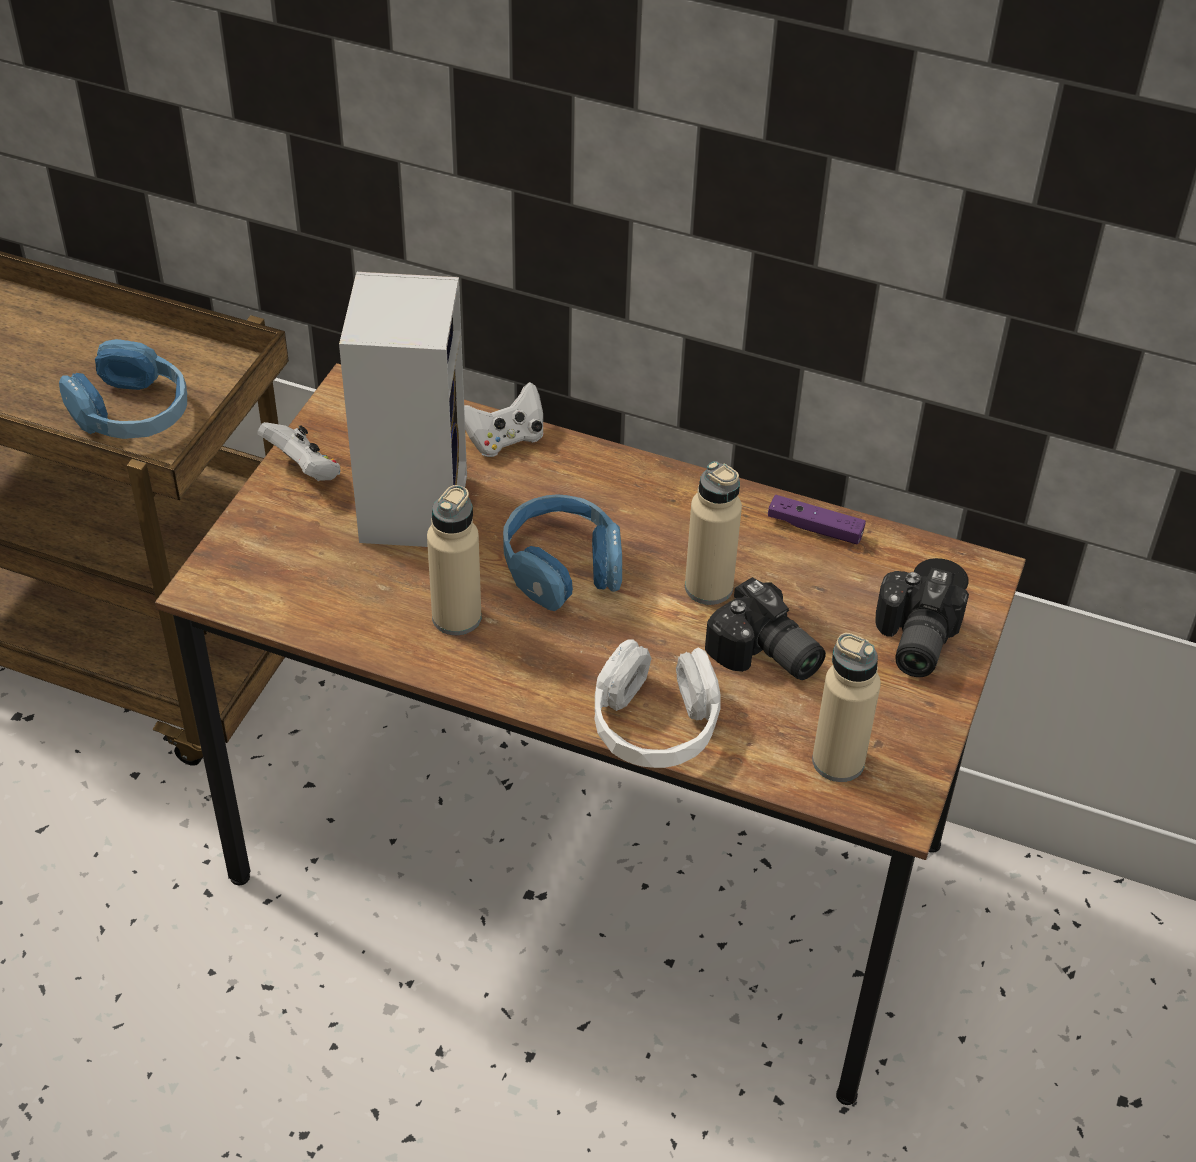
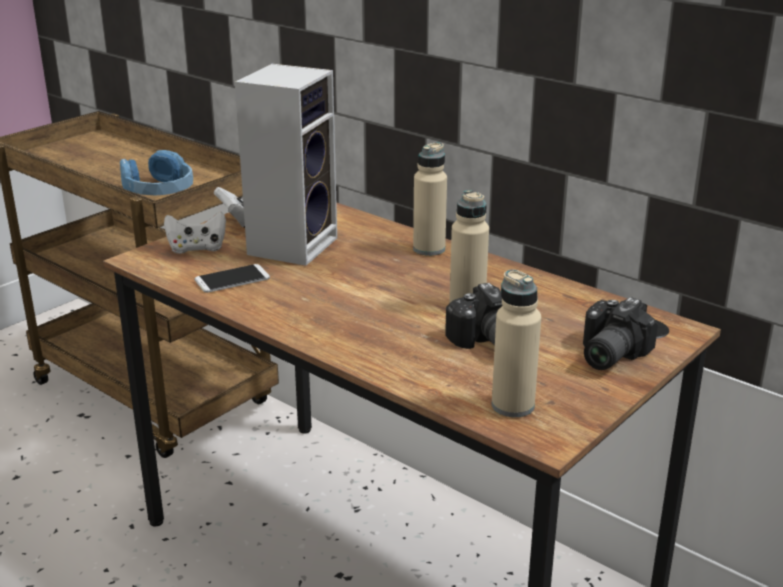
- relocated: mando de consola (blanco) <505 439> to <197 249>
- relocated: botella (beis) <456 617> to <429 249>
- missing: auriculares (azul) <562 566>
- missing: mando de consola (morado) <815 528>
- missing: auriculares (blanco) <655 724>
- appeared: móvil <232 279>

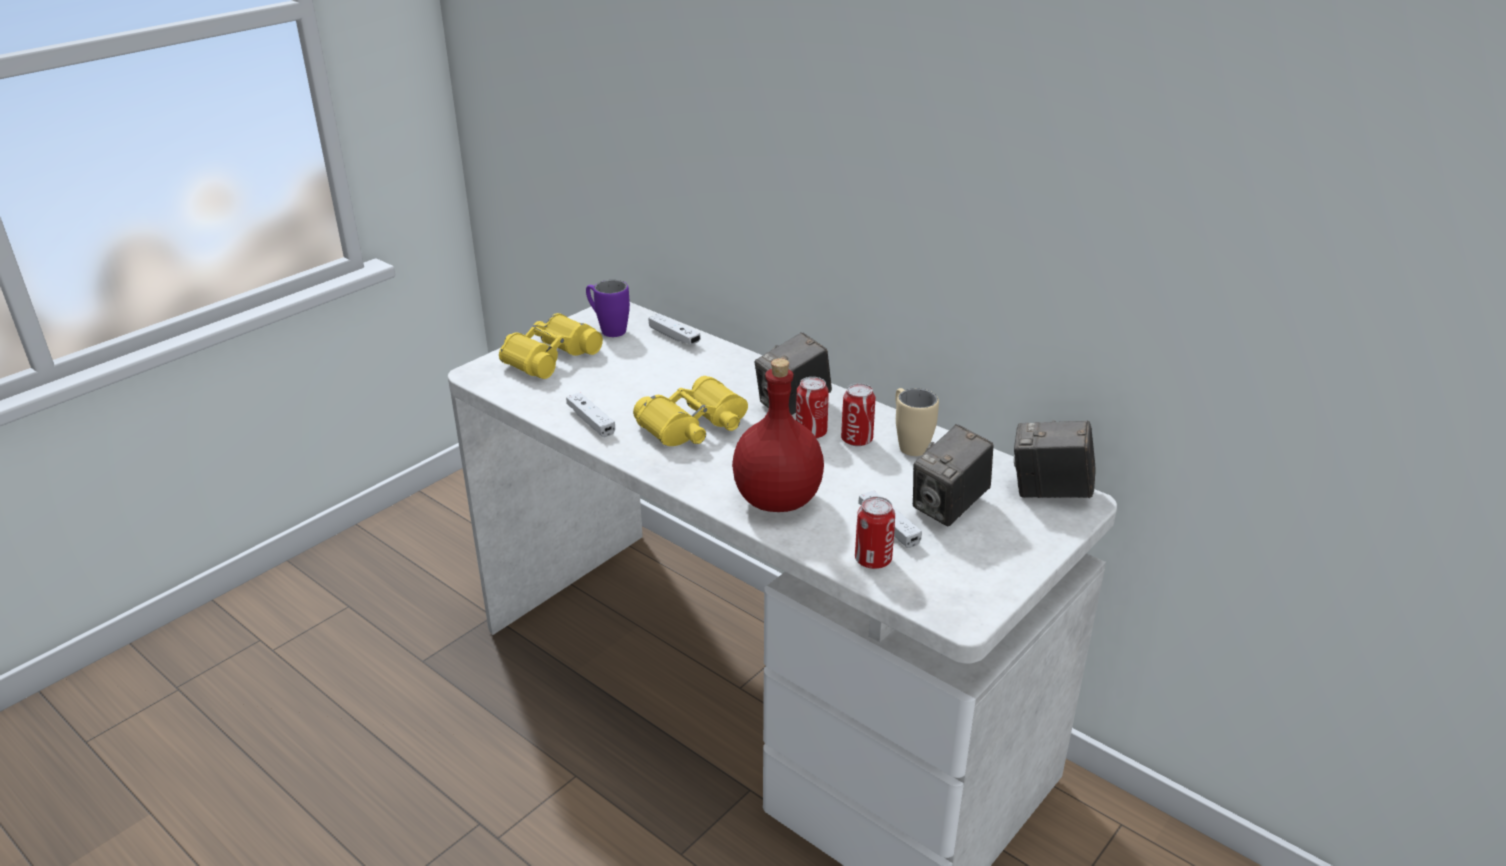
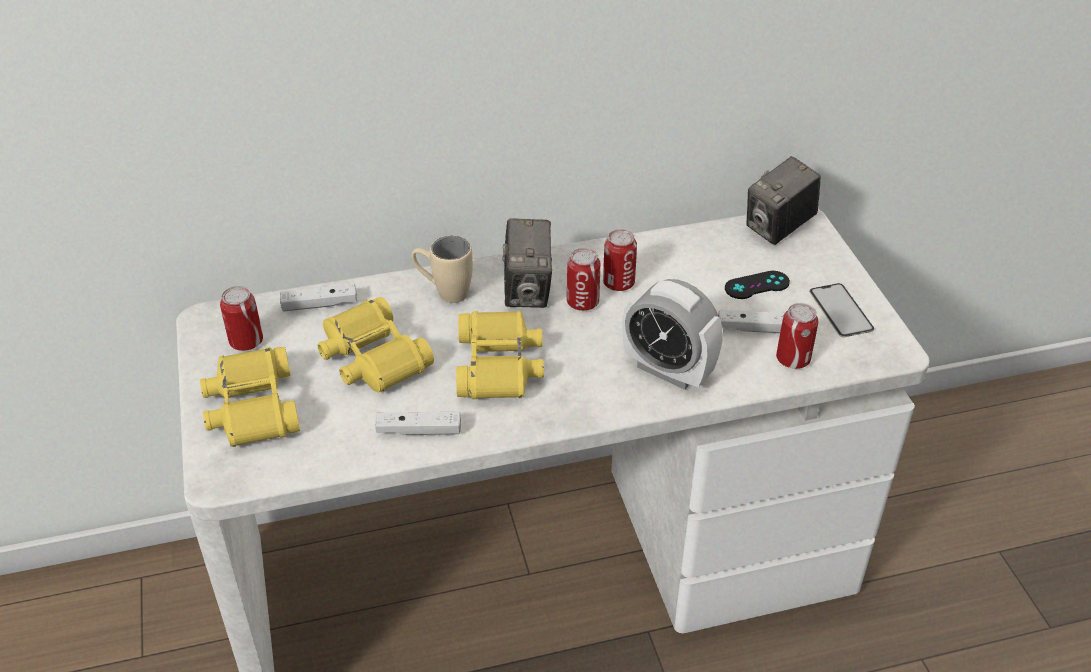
- exchanged: taza grande (morado) <607 329> to lata <246 342>
- exchanged: botella (rojo) <779 500> to despertador <668 370>
- relocated: taza grande (beis) <908 443> to <444 292>
- exchanged: cámara <949 507> to mando de consola (negro) <757 285>
- appeared: móvil <841 310>
- appeared: prismáticos (amarillo) <372 358>

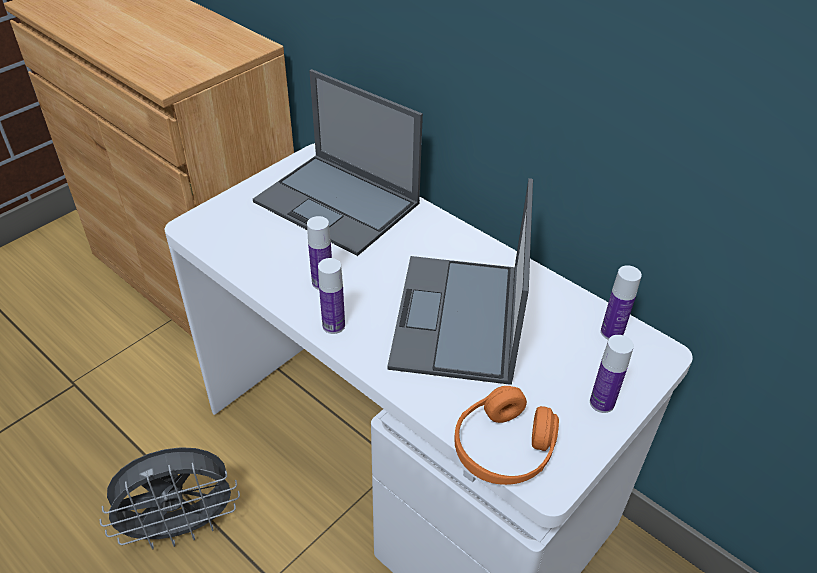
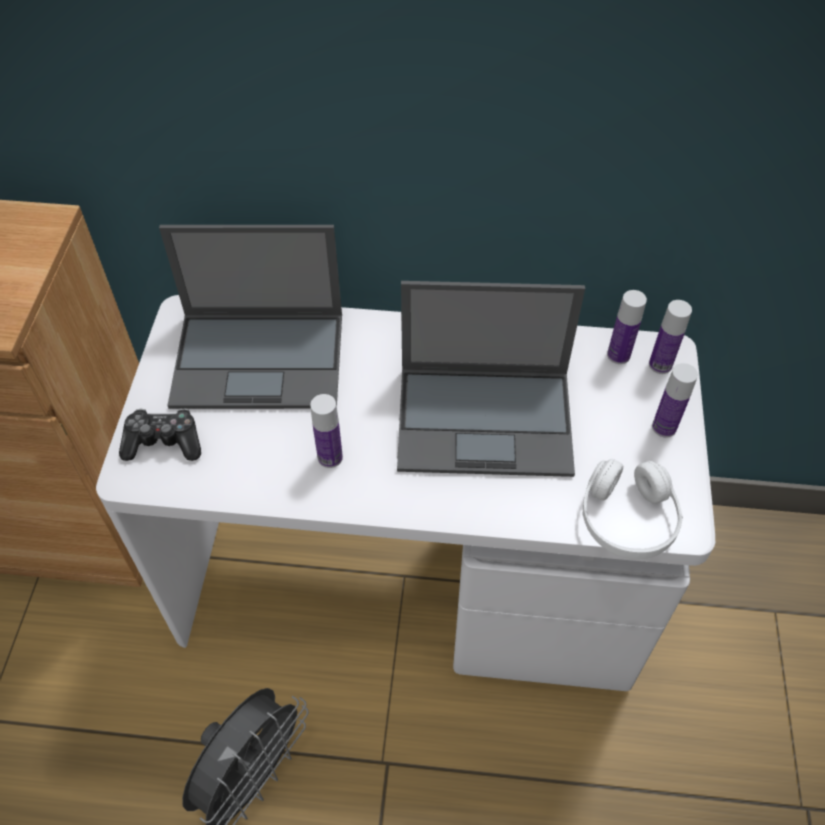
- spun: portátil <458 319> = <487 420> 60 degrees counterclockwise
- relocated: botella <333 325> to <660 365>
- colour: auriculares (naranja) <503 448> to auriculares (blanco) <627 519>
- appeared: mando de consola <164 442>

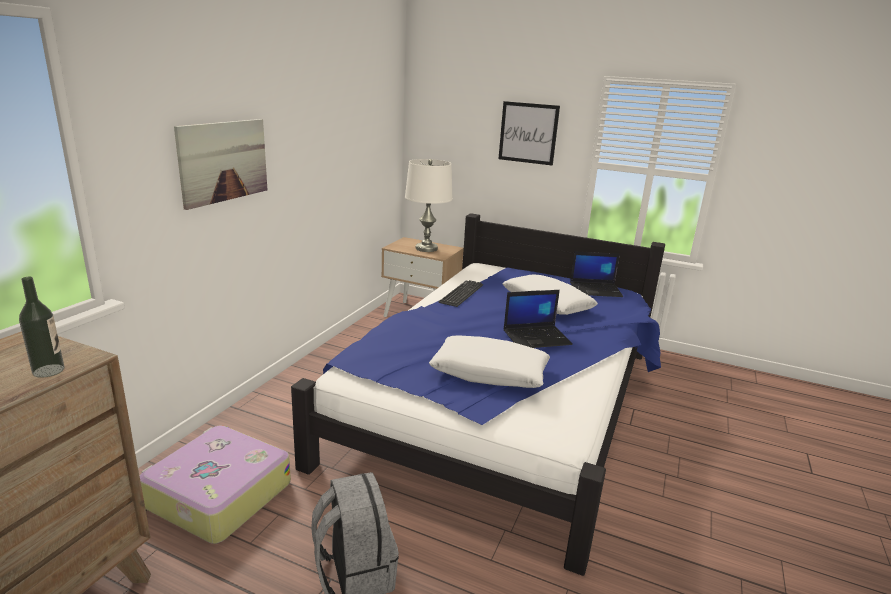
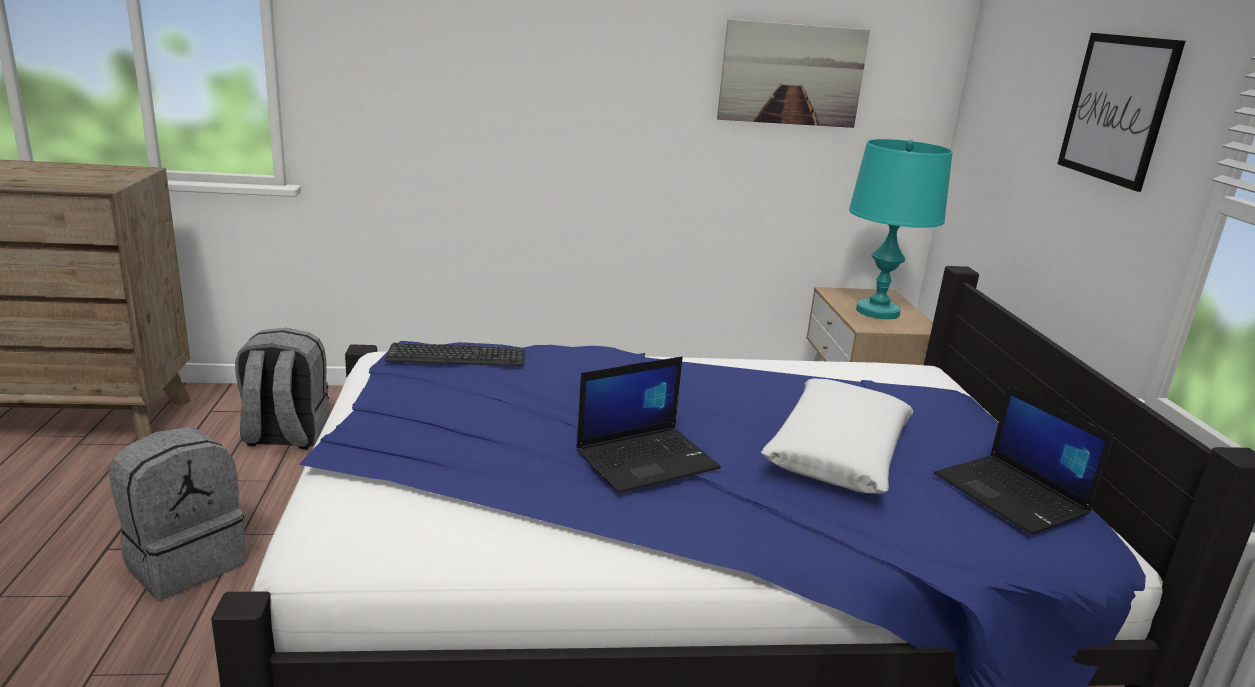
- relocated: cuadro <224 161> to <791 74>
- colour: lámpara de mesa (blanco) <426 248> to lámpara de mesa (turquesa) <877 311>
- missing: botella <48 370>
- relocated: teclado <461 294> to <456 357>
- spun: portátil <537 337> = <647 459> 75 degrees counterclockwise
- missing: cojín (blanco) <489 373>
- exchanged: maleta <217 495> to mochila (gris) <285 436>

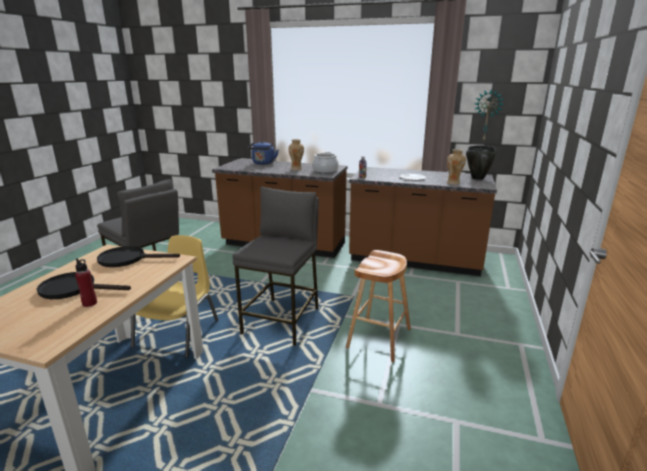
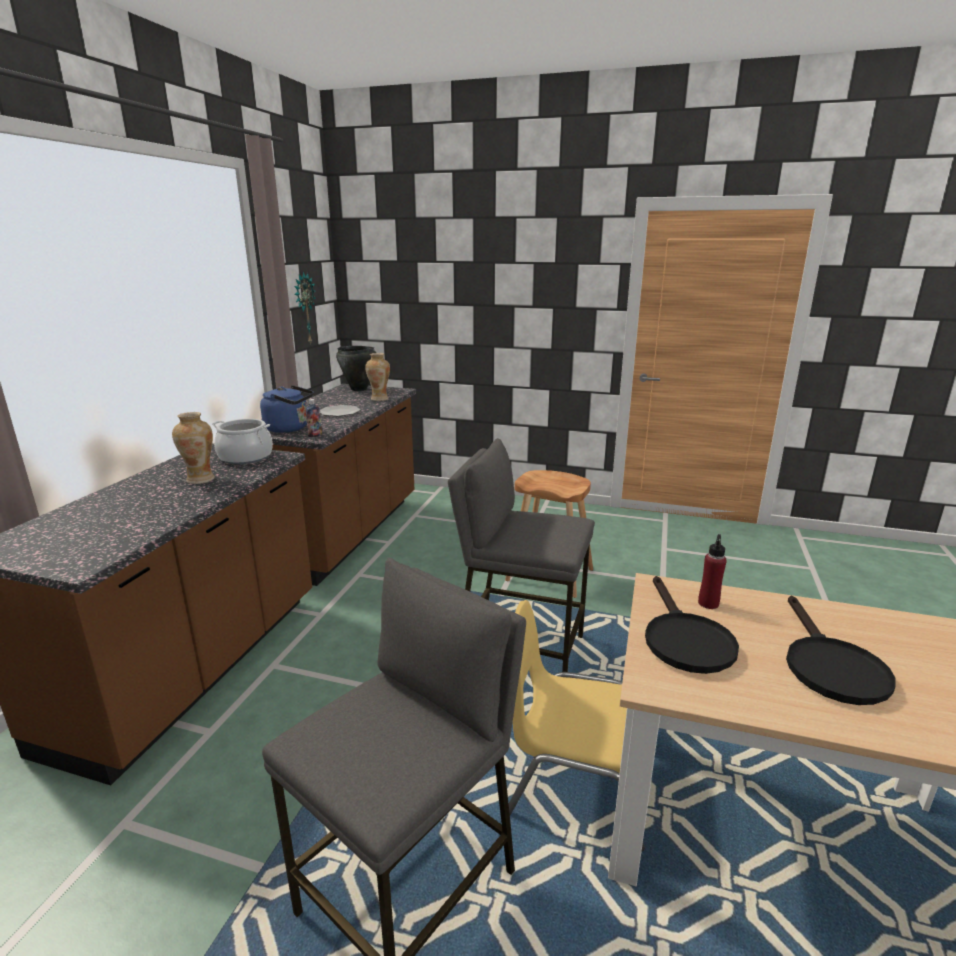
- relocated: hervidor (azul) <263 163> to <289 428>
- relocated: botella (rojo) <89 303> to <708 603>

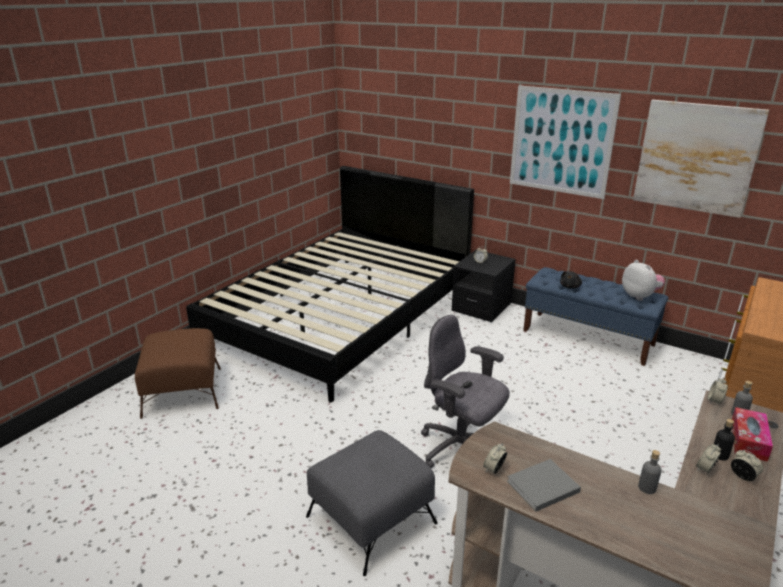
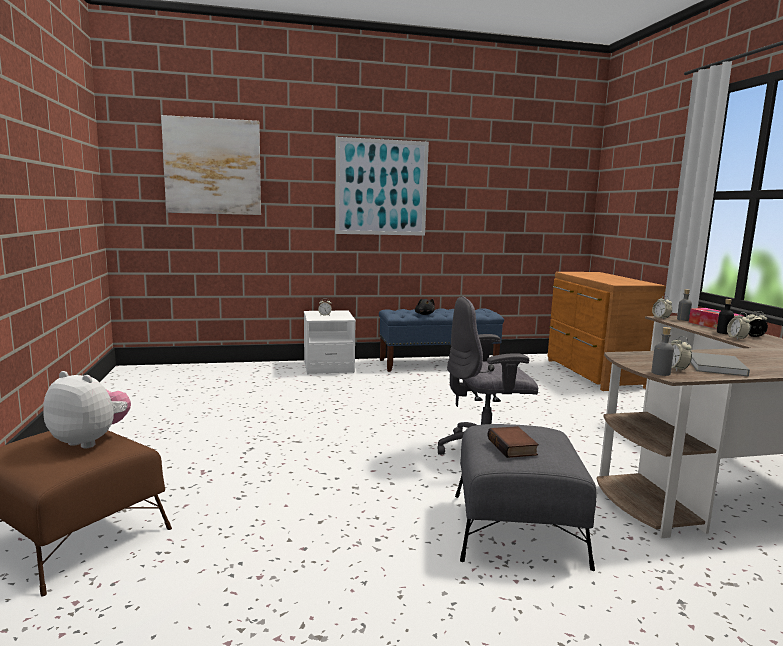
- relocated: cuadro <696 157> to <213 167>
- missing: cama (negro) <342 317>
- colour: mesita de noche (negro) <481 307> to mesita de noche (blanco) <328 366>
- relocated: peluche <640 296> to <90 440>
- relocated: botella (gris) <647 488> to <660 373>
- appeared: libro <513 447>

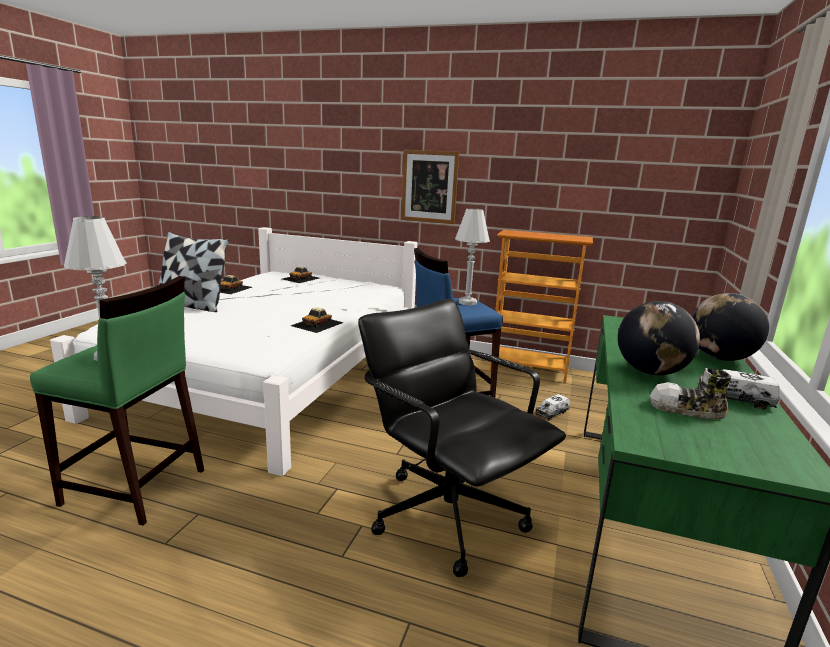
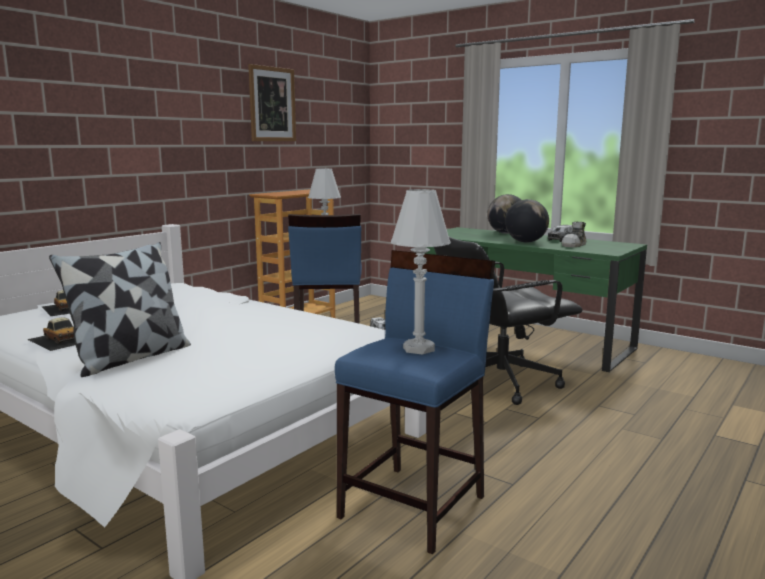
- relocated: cuadro <429 186> to <272 104>
- colour: taburete (verde) <135 488> to taburete (azul) <414 506>
- missing: coche de juguete <317 324>

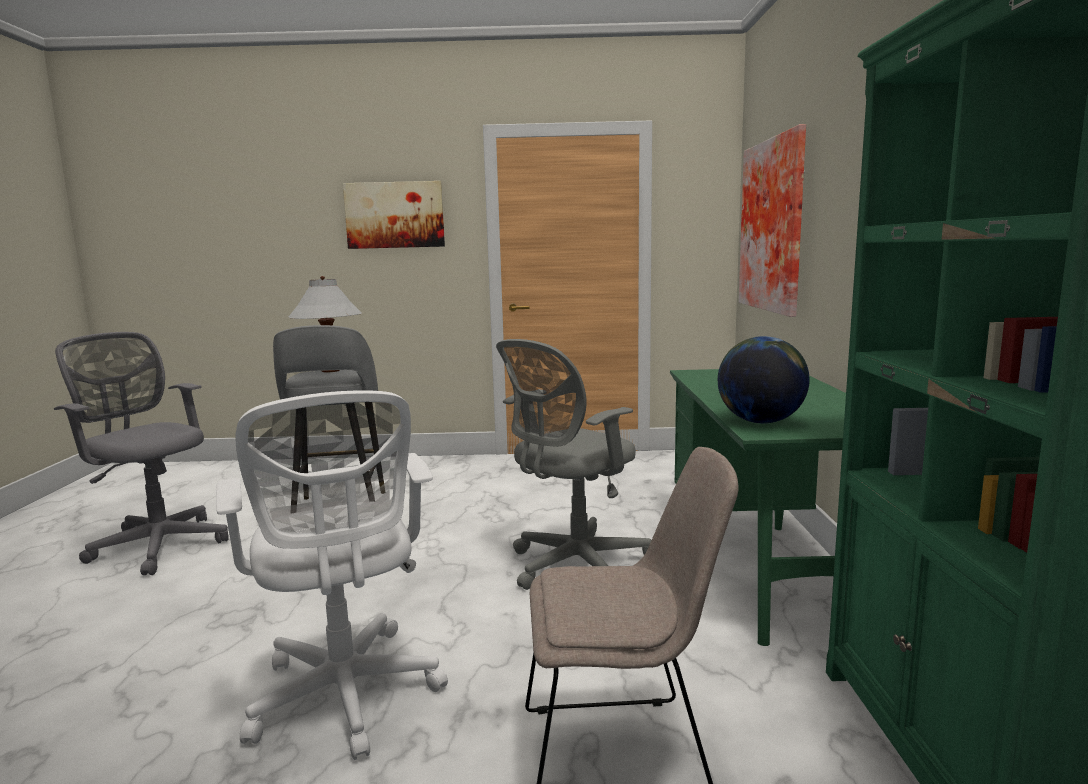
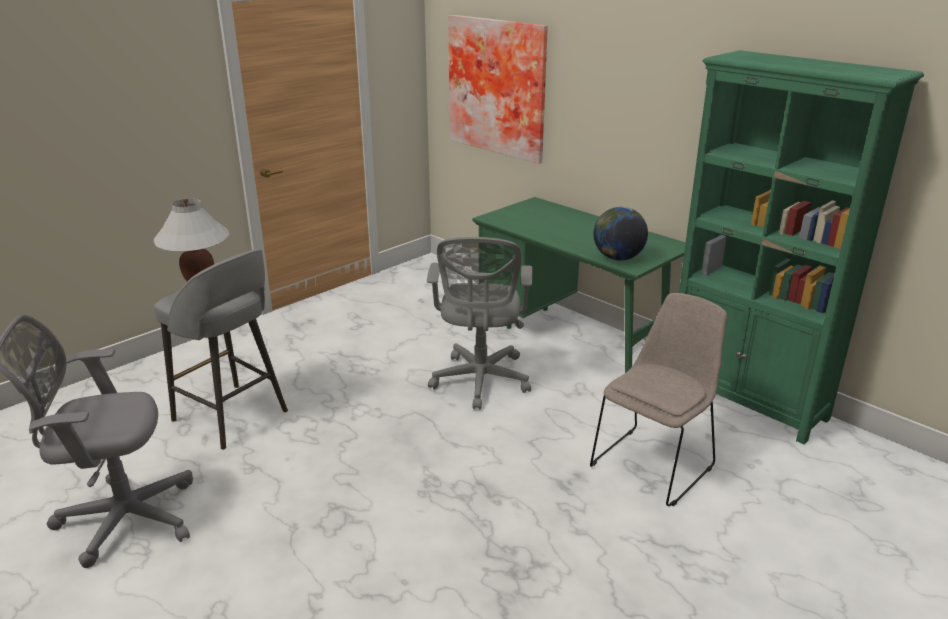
- missing: cuadro <395 215>
- missing: silla de oficina (blanco) <346 698>

